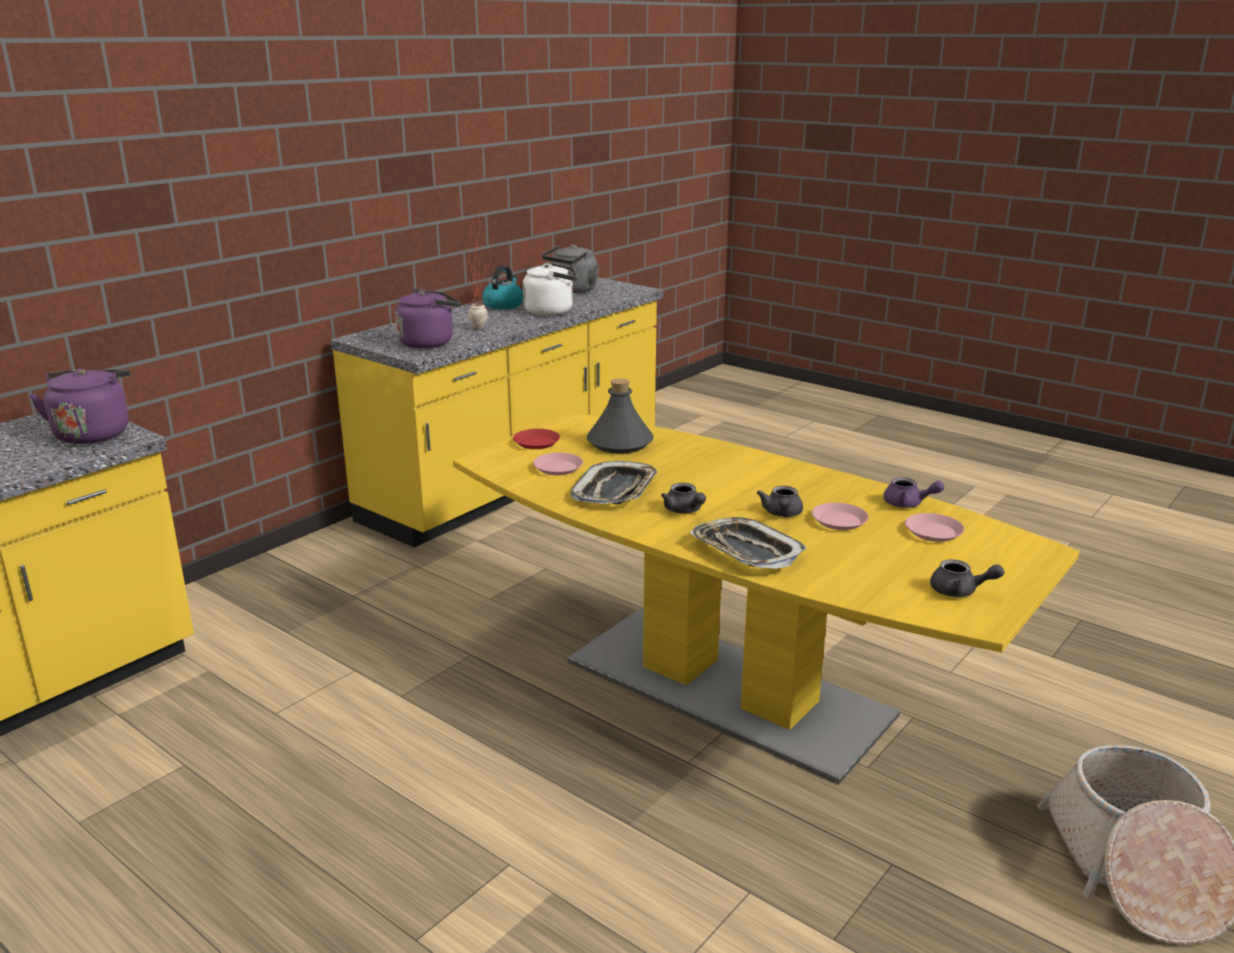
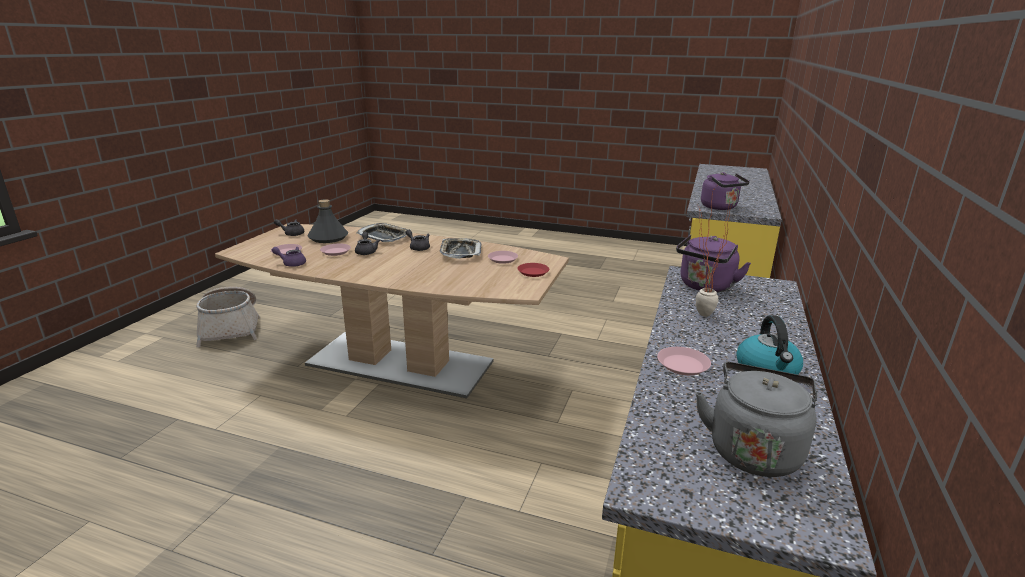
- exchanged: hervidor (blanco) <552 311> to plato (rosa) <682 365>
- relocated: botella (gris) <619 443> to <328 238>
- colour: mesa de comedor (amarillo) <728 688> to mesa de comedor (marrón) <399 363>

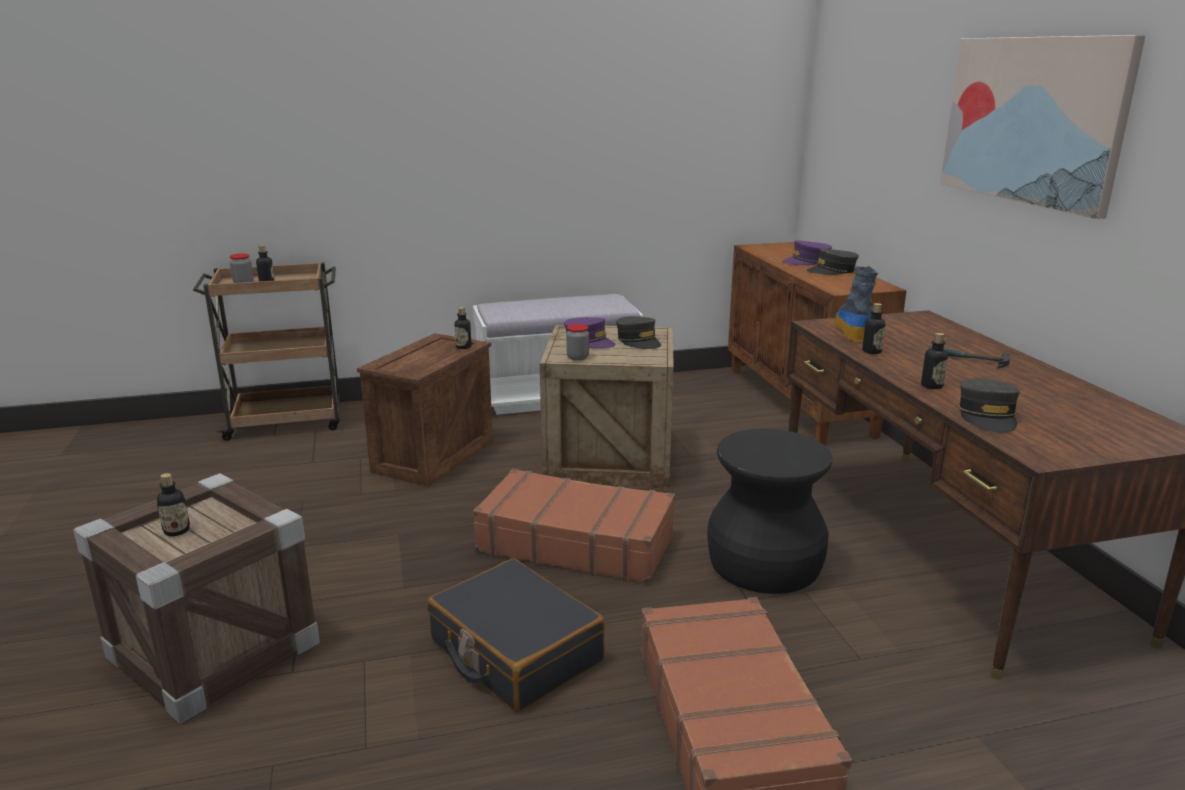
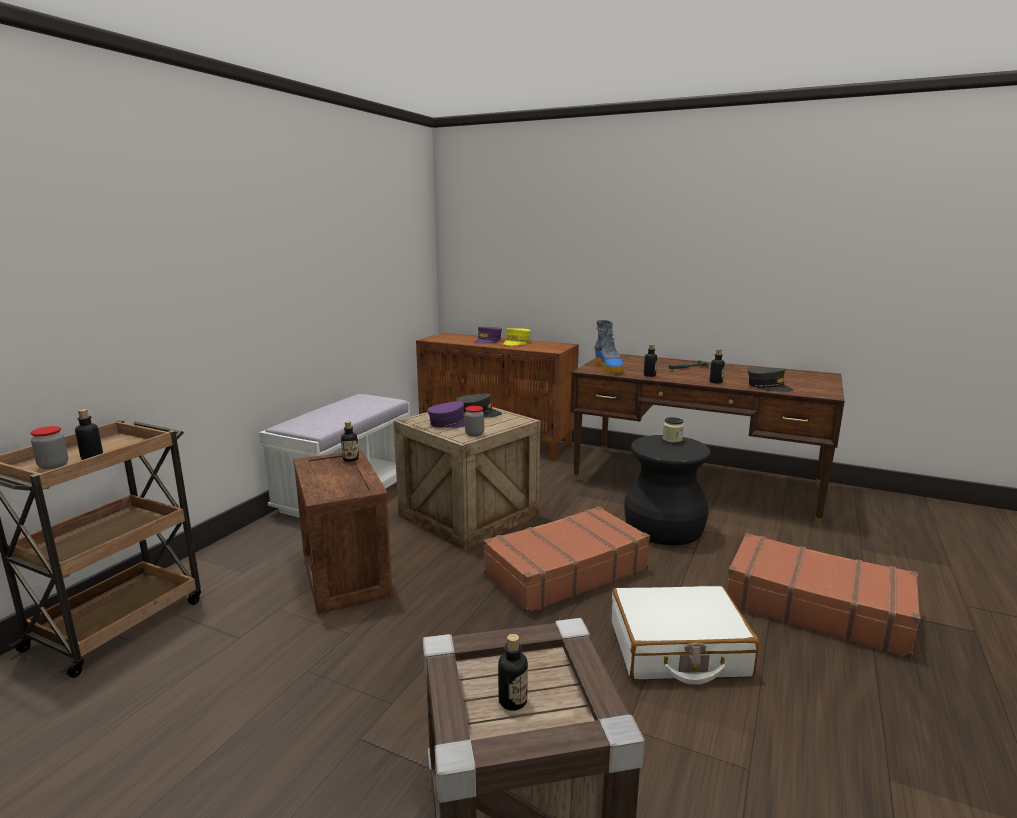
- missing: cuadro <1032 120>
- colour: gorra (gris) <832 271> to gorra (amarillo) <516 342>
- spun: bota <852 329> = <609 368> 150 degrees counterclockwise
- colour: maleta (negro) <515 651> to maleta (blanco) <678 650>
- appeared: tarro <672 439>

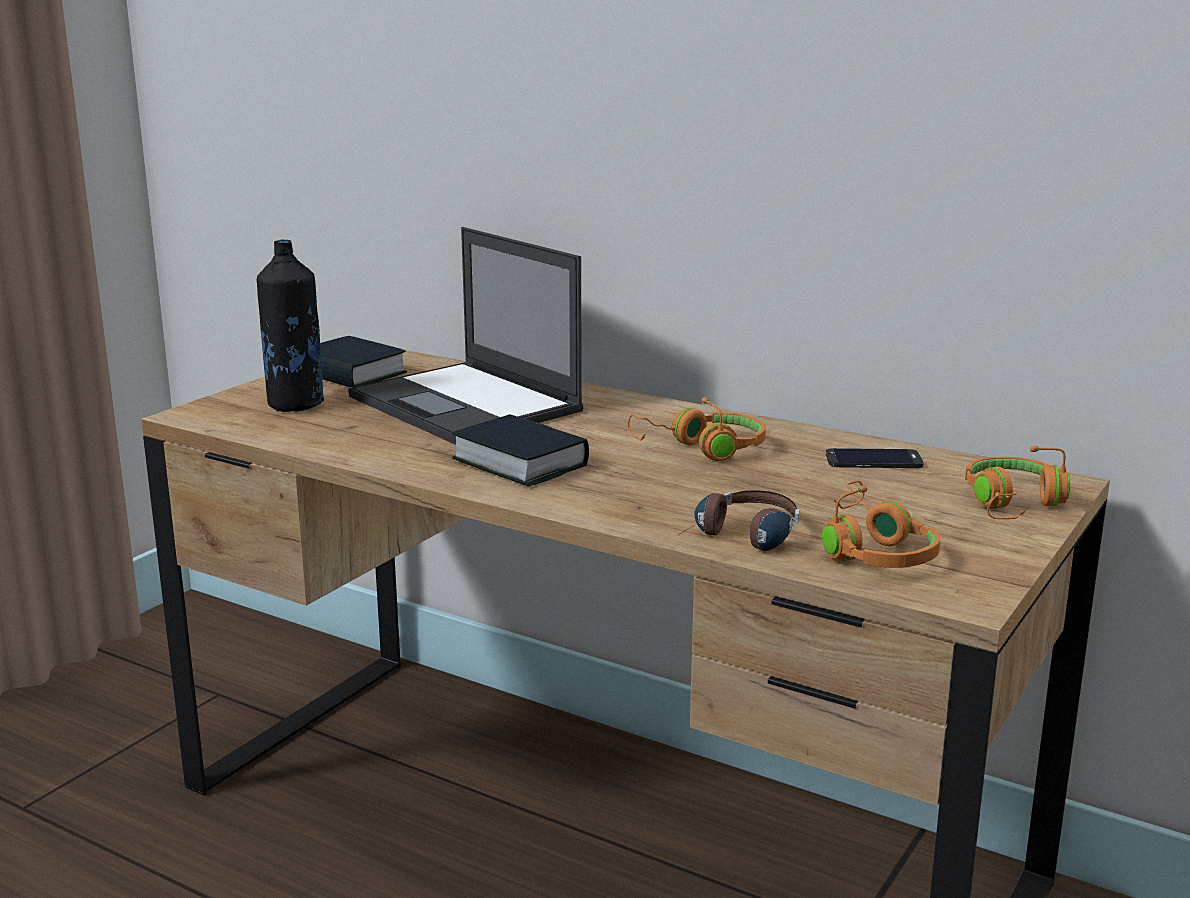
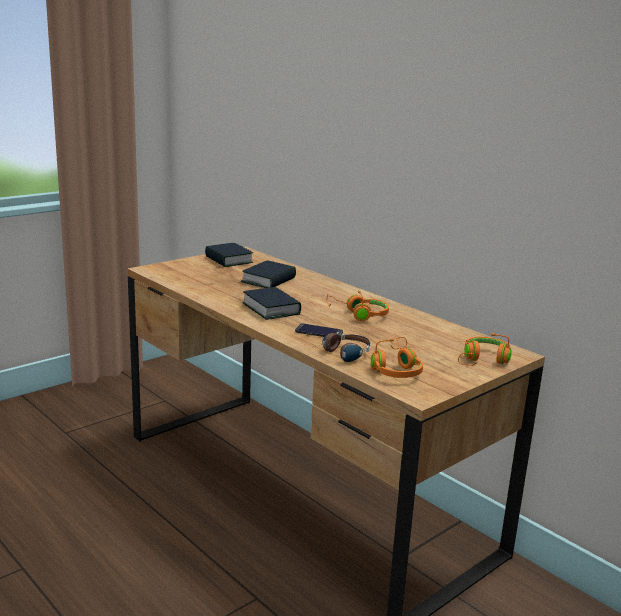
- exchanged: portátil <467 404> to libro <269 280>
- missing: botella (negro) <296 405>
- relocated: móvil <874 460> to <318 332>

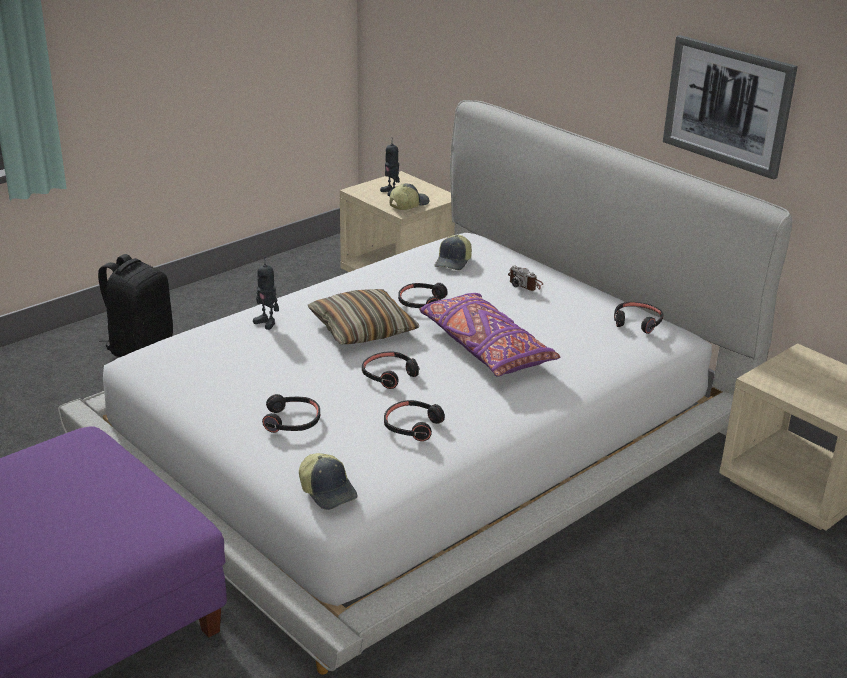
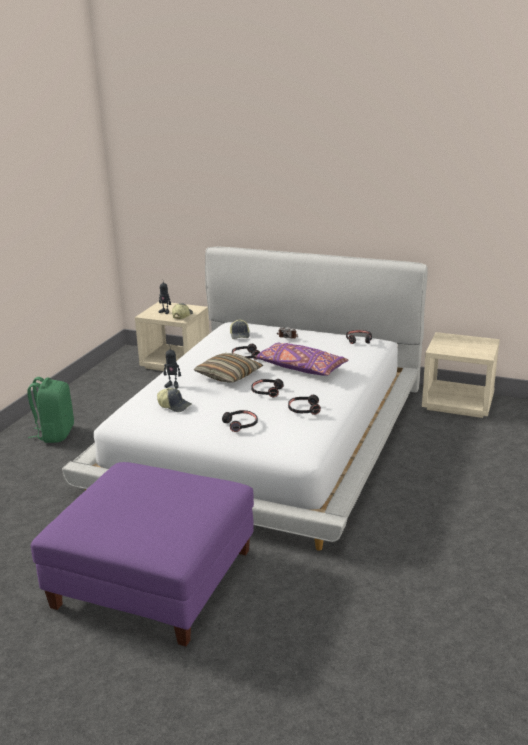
- missing: cuadro <728 105>
- colour: mochila (negro) <139 346> to mochila (verde) <55 434>
- relocated: gorra <328 491> to <174 406>

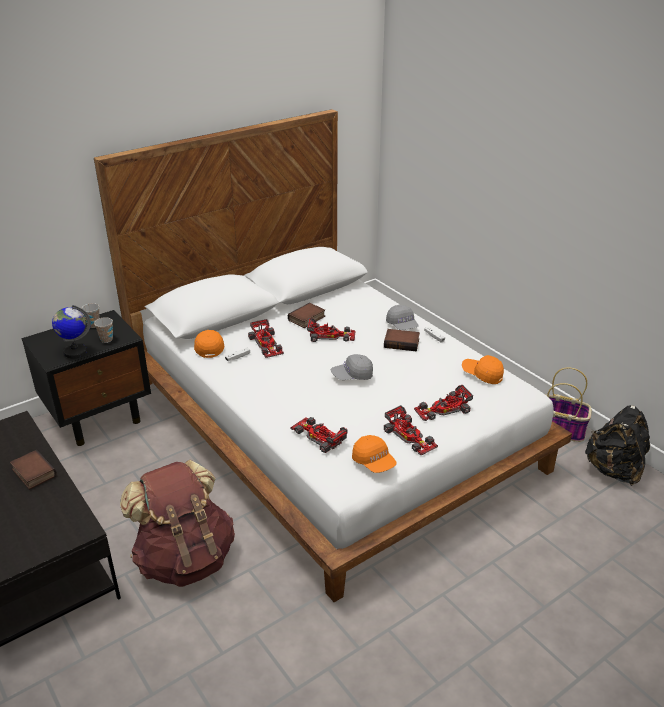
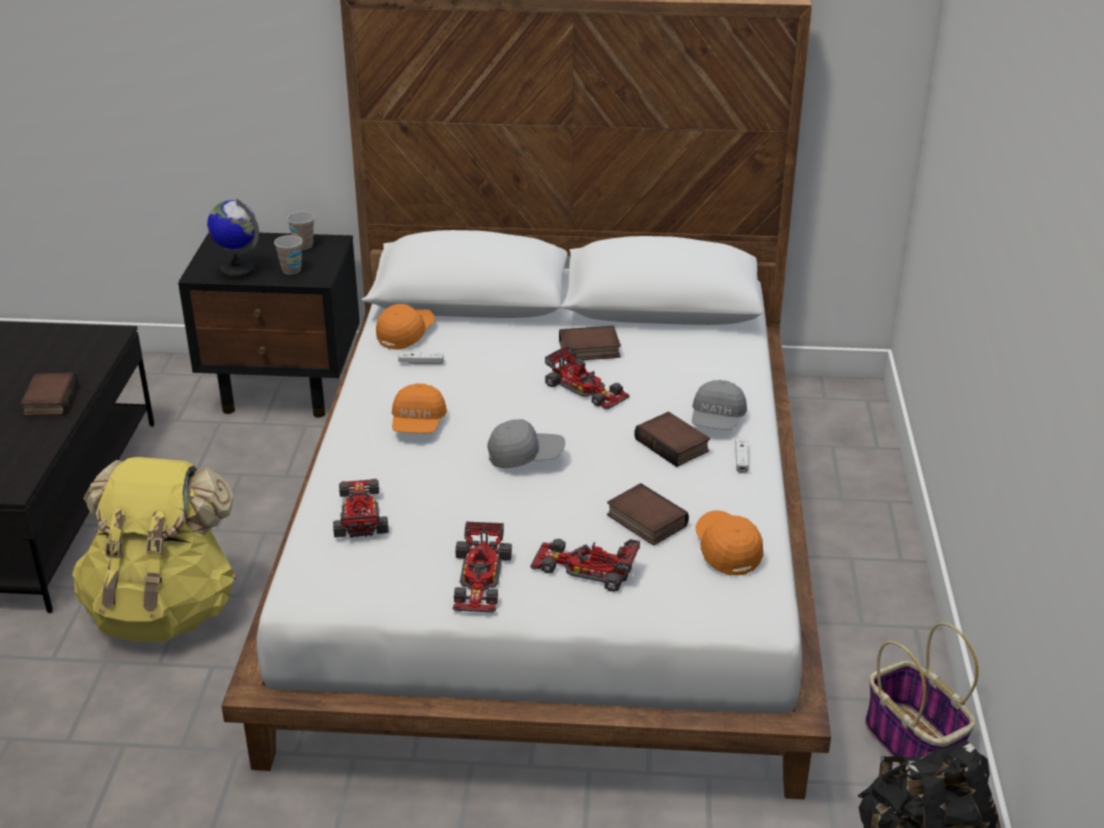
- missing: coche de juguete <266 344>
- spun: gorra (gris) <352 376> = <525 456> 150 degrees clockwise
- relocated: gorra (naranja) <374 462> to <418 424>
- colour: mochila (marrón) <185 559> to mochila (amarillo) <164 610>
- appeared: libro <644 520>

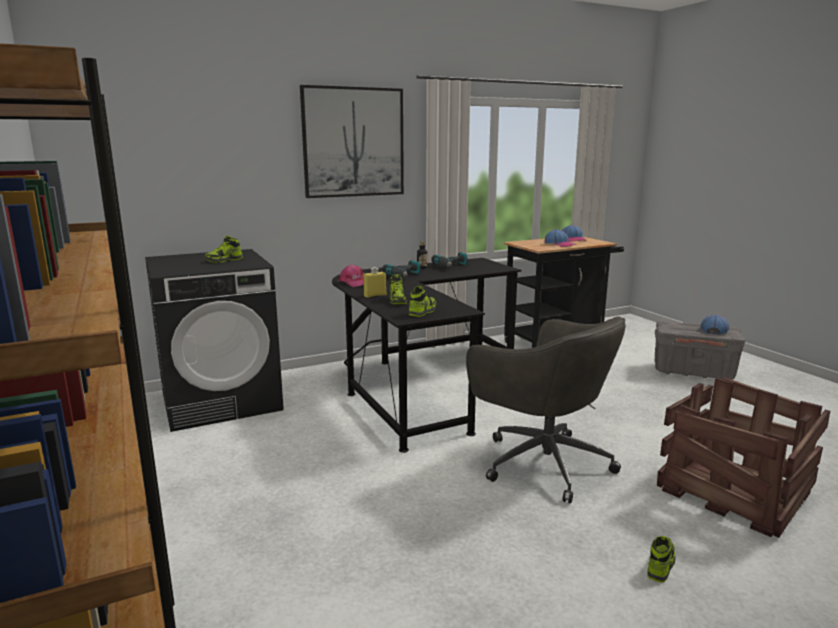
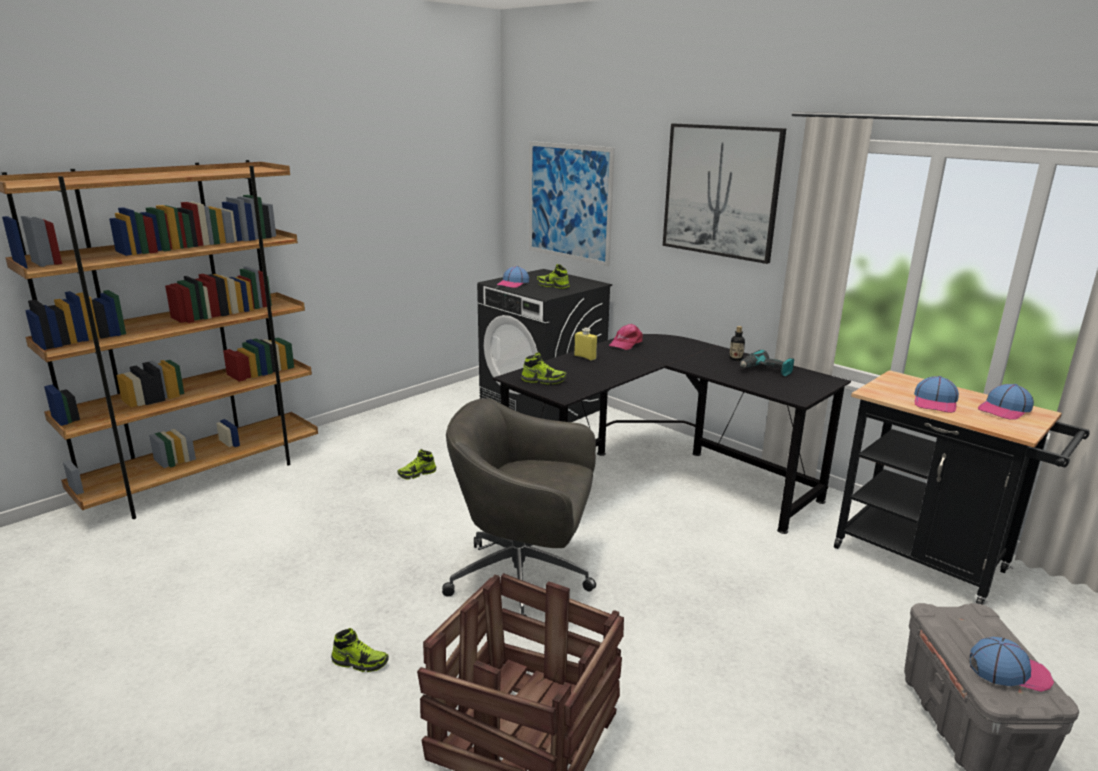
- missing: taladro <405 276>
- relocated: zapato <397 301> to <417 474>
- spun: silla de oficina (gris) <542 462> = <524 579> 75 degrees clockwise
- appeared: cuadro <569 202>
- appeared: gorra <513 284>

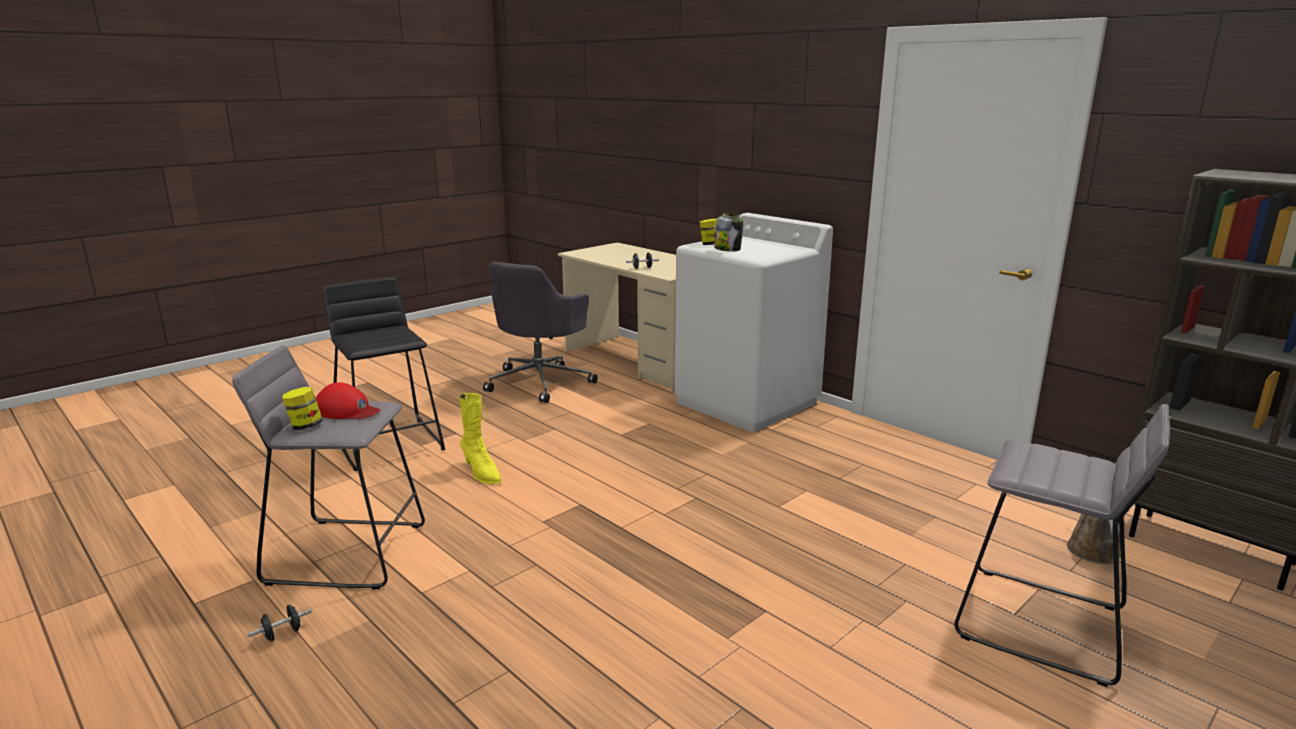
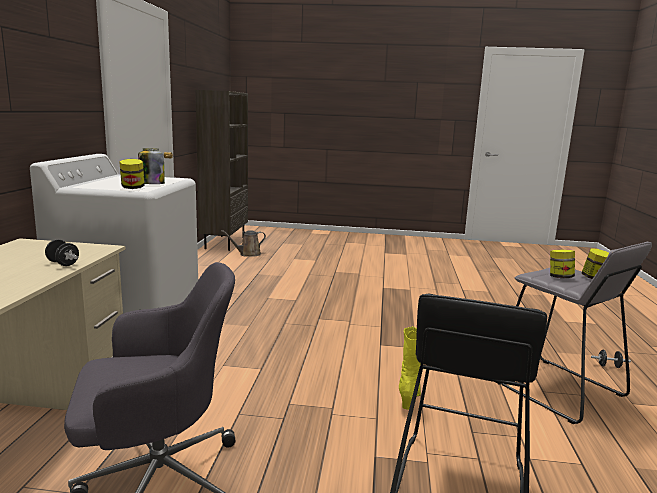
- exchanged: gorra (rojo) <347 411> to tarro <560 277>
- missing: taburete (gris) <1040 624>

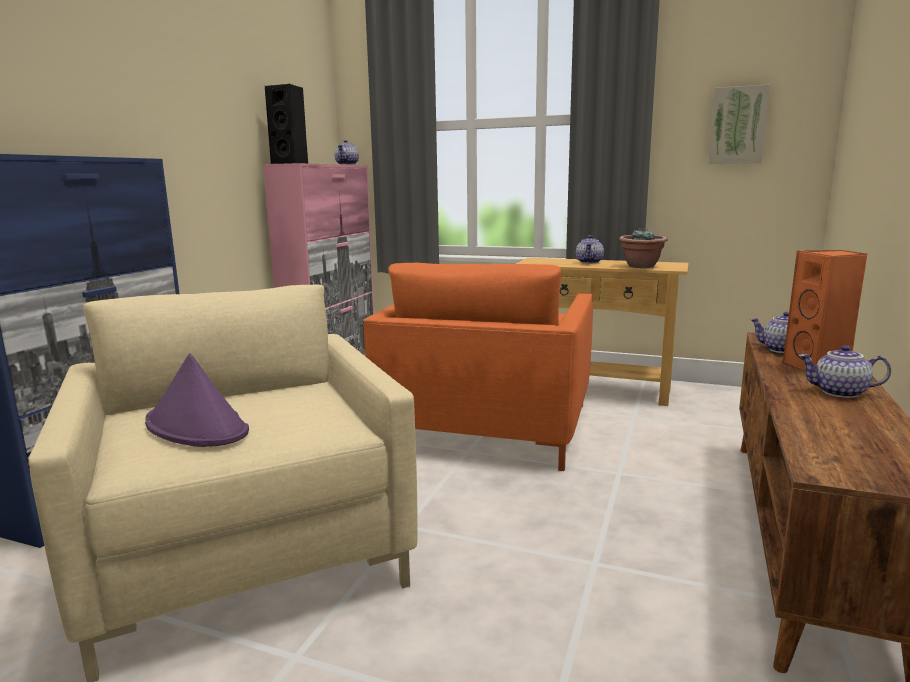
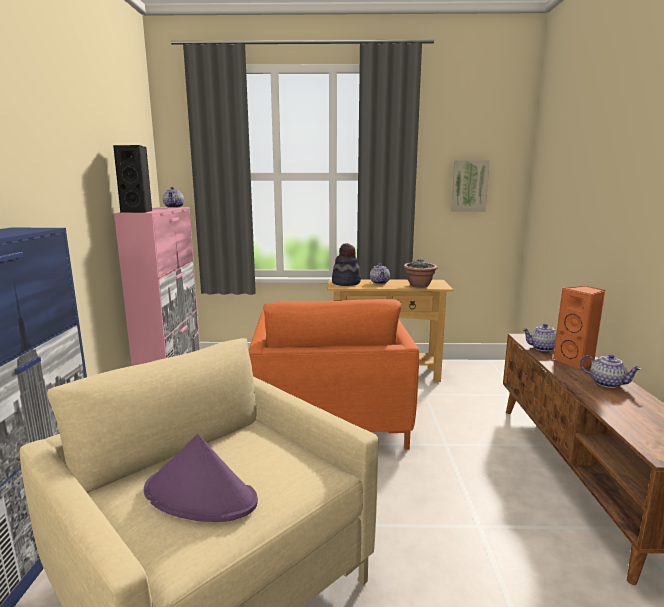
- spun: tetera <839 393> = <607 383> 135 degrees counterclockwise
- appeared: sombrero <346 283>

